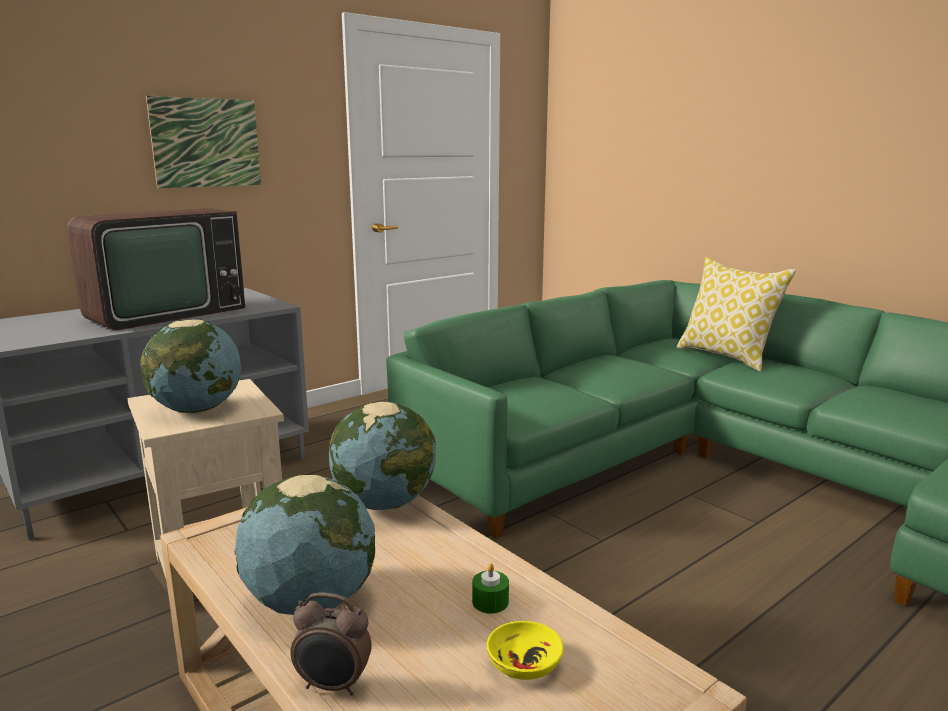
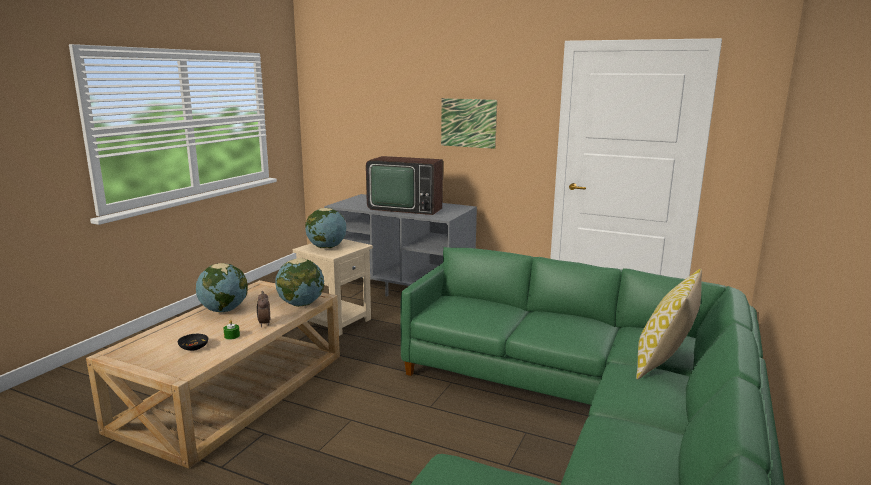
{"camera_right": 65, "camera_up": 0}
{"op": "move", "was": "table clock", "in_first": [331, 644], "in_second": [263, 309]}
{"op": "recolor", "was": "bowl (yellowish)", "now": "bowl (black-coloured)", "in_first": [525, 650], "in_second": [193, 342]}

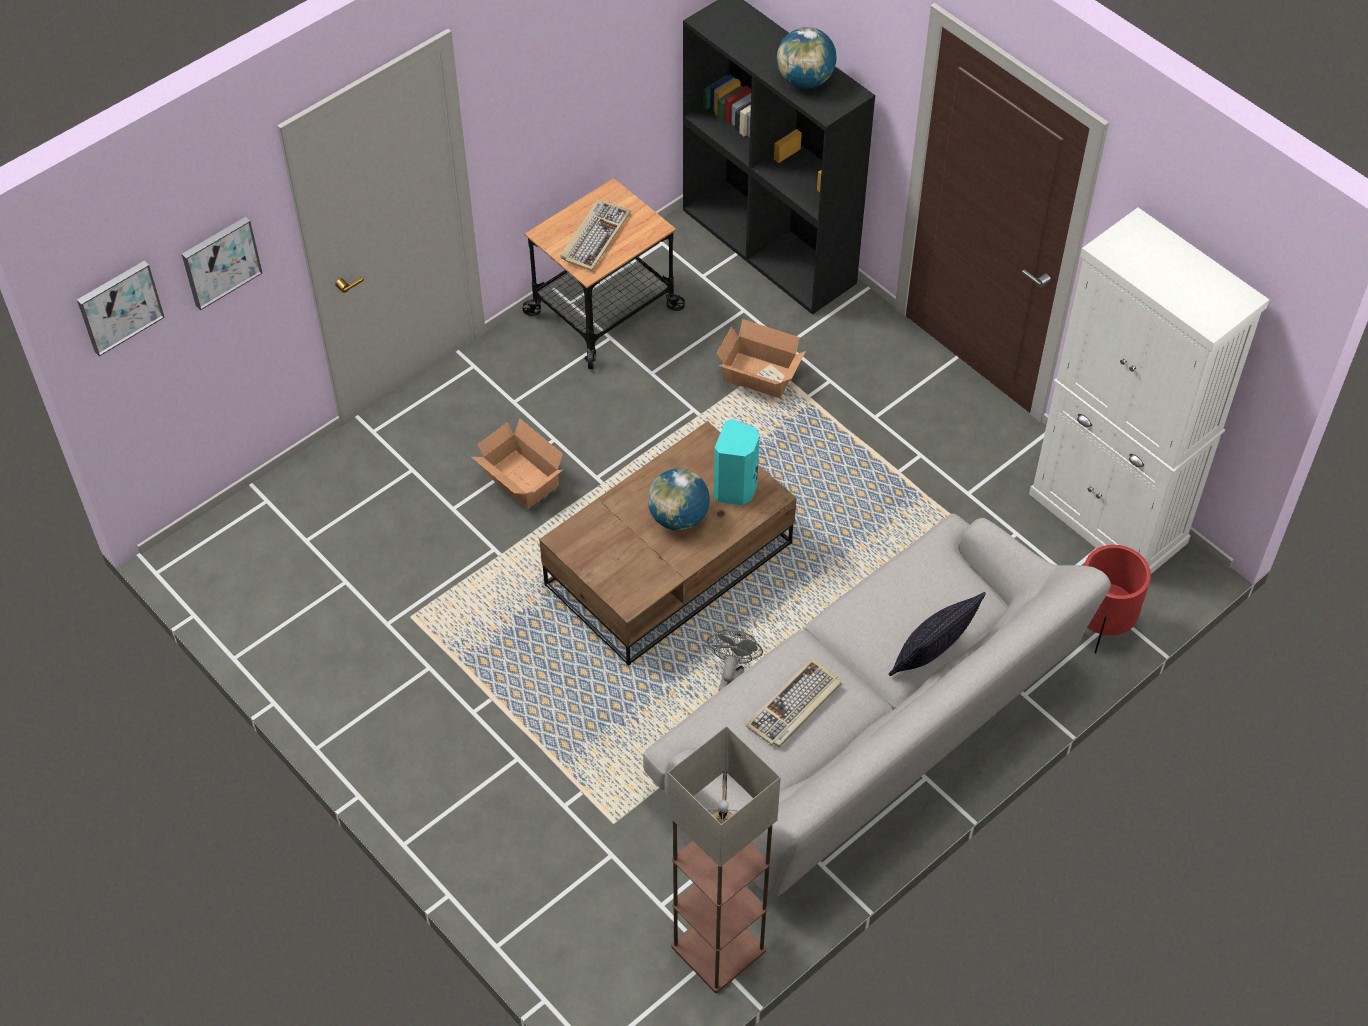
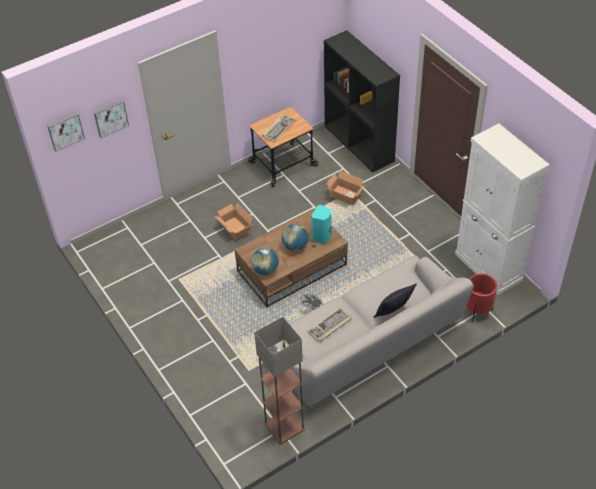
{"camera_right": 10, "camera_up": -5}
{"op": "move", "was": "globe", "in_first": [807, 57], "in_second": [265, 261]}

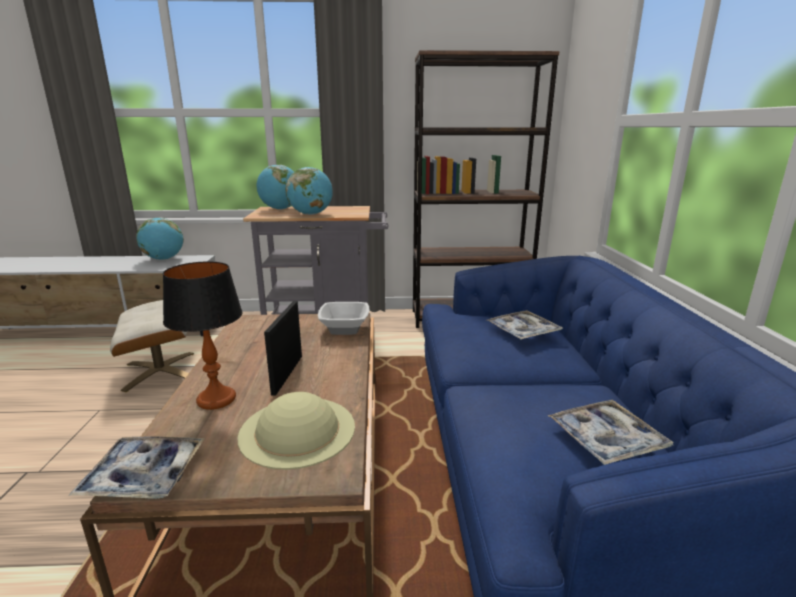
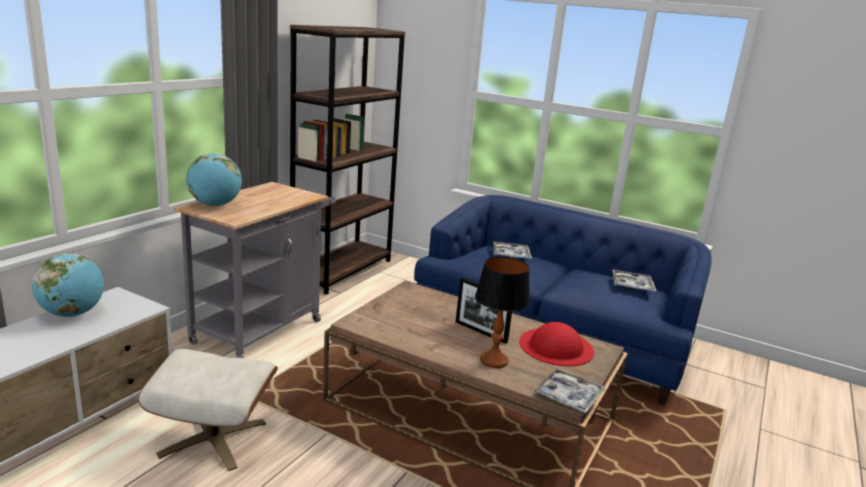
{"camera_right": -60, "camera_up": 0}
{"op": "delete", "was": "globe", "in_first": [309, 191]}
{"op": "delete", "was": "bowl", "in_first": [344, 318]}
{"op": "recolor", "was": "hat (beige)", "now": "hat (reddish)", "in_first": [296, 431], "in_second": [556, 344]}

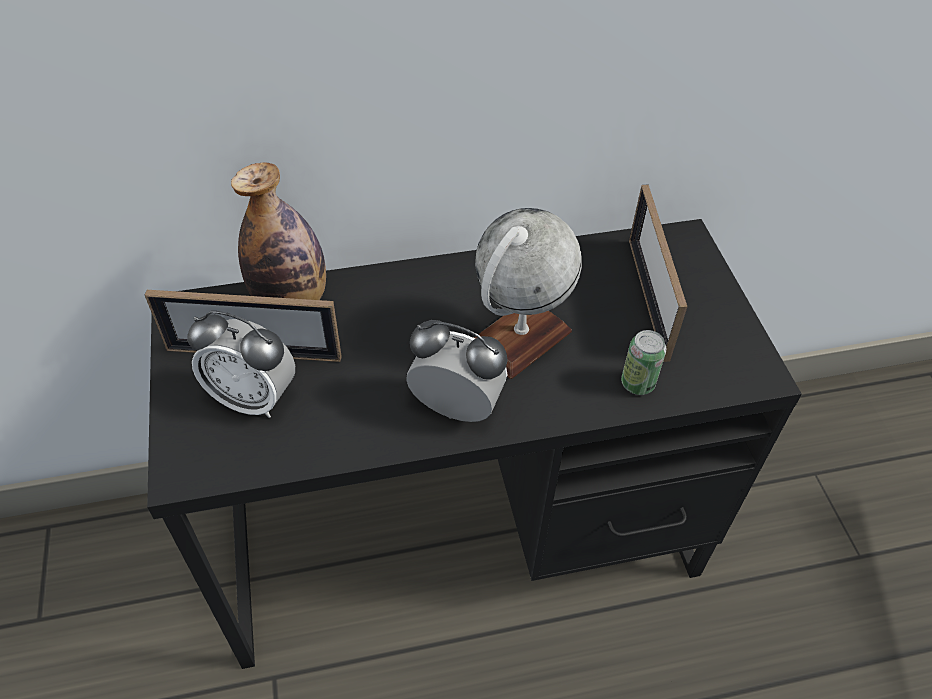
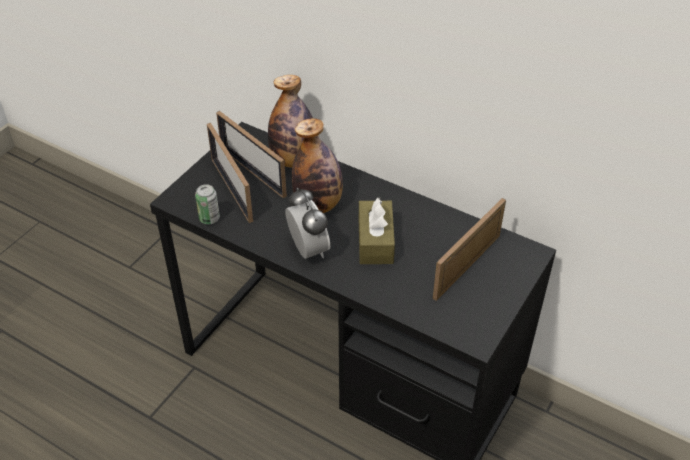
{"camera_right": 45, "camera_up": -5}
{"op": "replace", "was": "globe", "now": "box of tissues (brown-coloured)", "in_first": [528, 293], "in_second": [377, 231]}
{"op": "replace", "was": "table clock", "now": "photo frame", "in_first": [241, 364], "in_second": [230, 173]}
{"op": "move", "was": "metal can", "in_first": [643, 362], "in_second": [207, 204]}
{"op": "insert", "now": "beverage bottle", "in_second": [317, 165]}

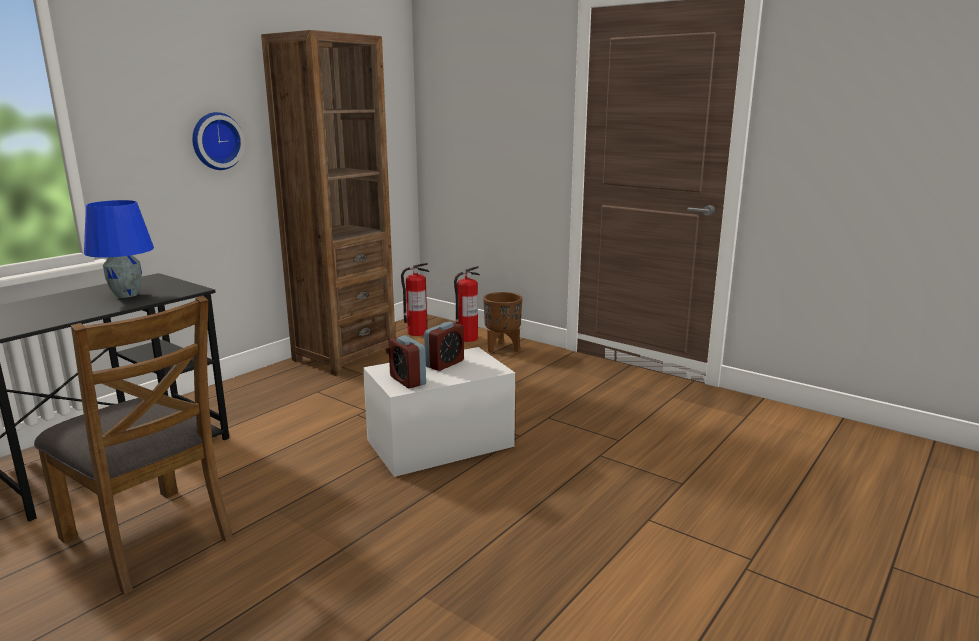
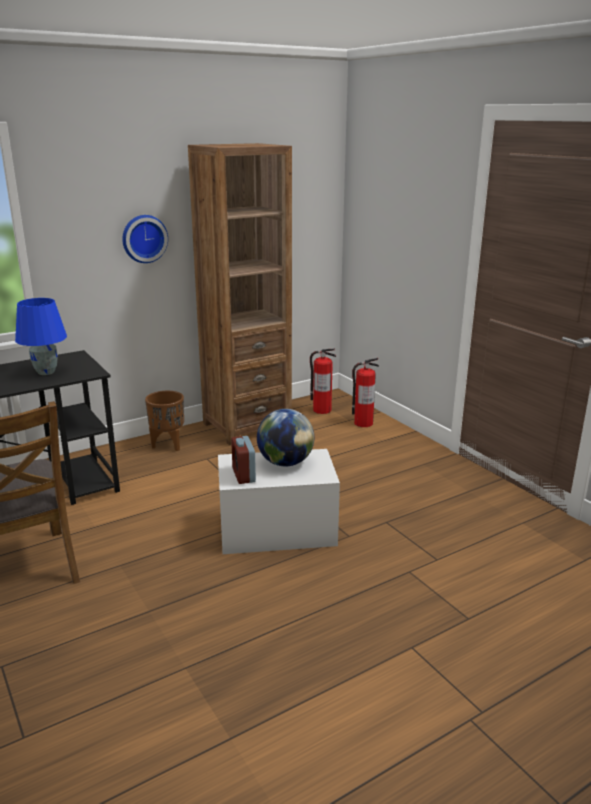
{"camera_right": 20, "camera_up": 5}
{"op": "move", "was": "flower pot (brown-coloured)", "in_first": [502, 322], "in_second": [164, 421]}
{"op": "replace", "was": "table clock", "now": "globe", "in_first": [444, 346], "in_second": [285, 437]}

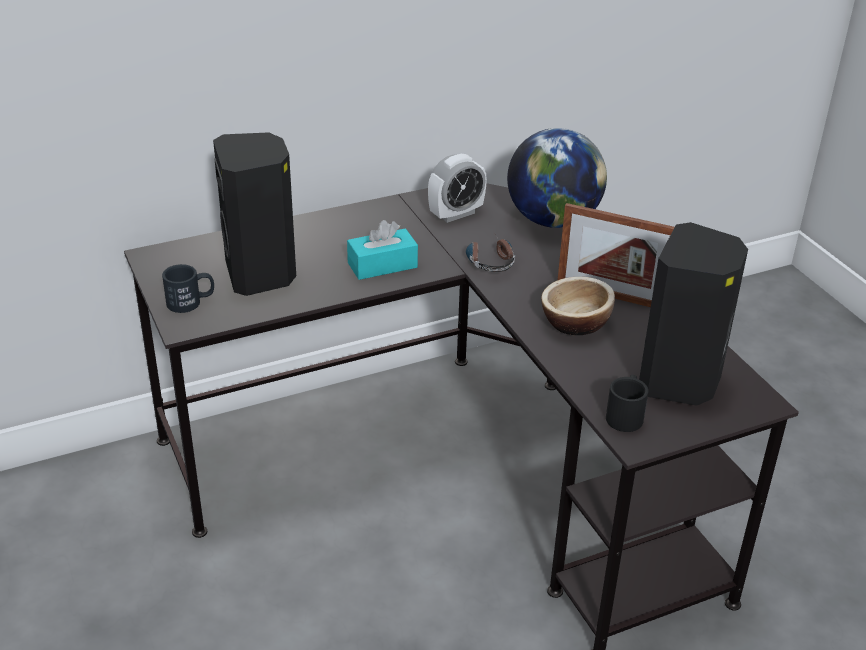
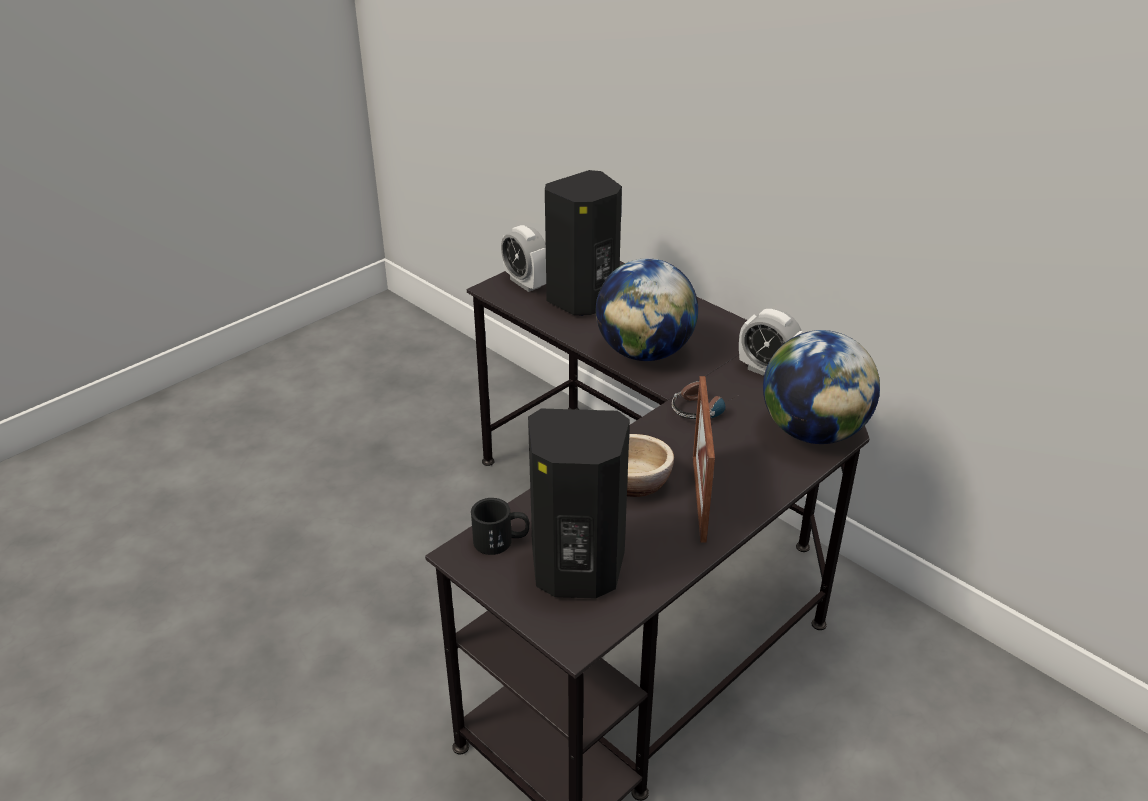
{"camera_right": 70, "camera_up": 0}
{"op": "replace", "was": "box of tissues (blue-green)", "now": "globe", "in_first": [382, 250], "in_second": [647, 309]}
{"op": "replace", "was": "tea mug (black-coloured)", "now": "table clock", "in_first": [188, 288], "in_second": [523, 258]}

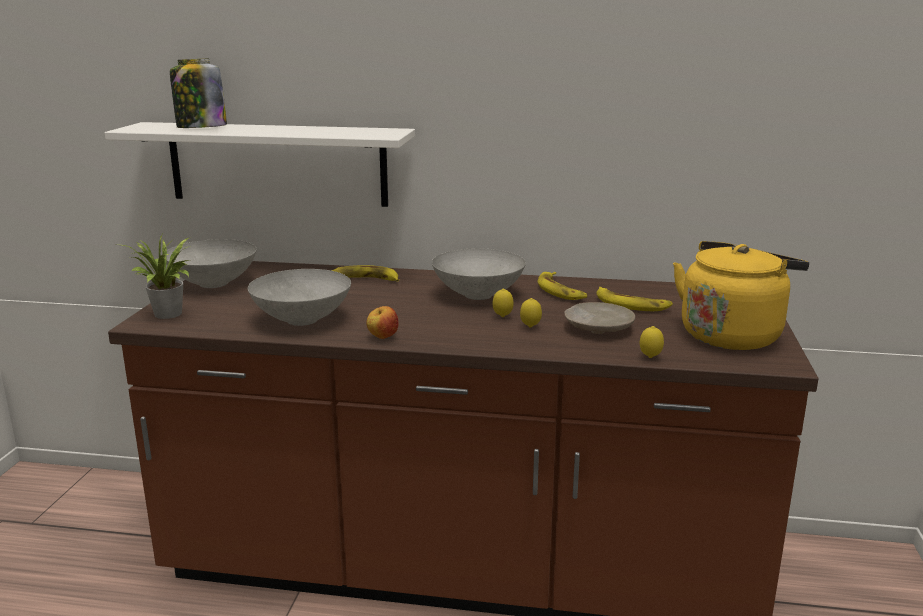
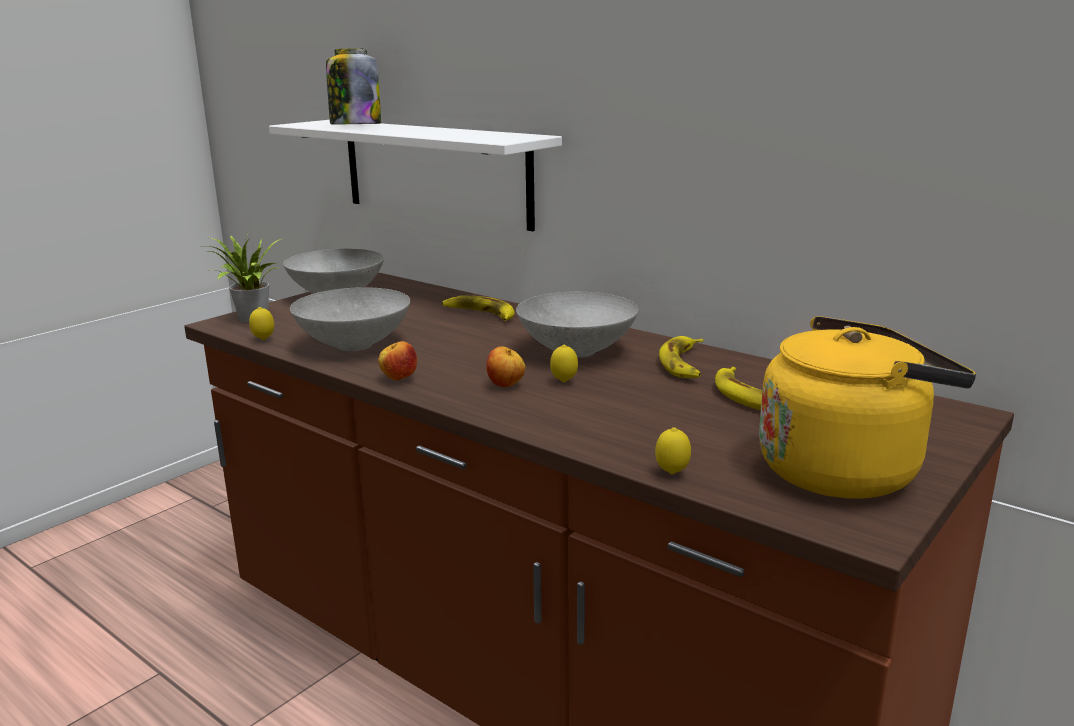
{"camera_right": 30, "camera_up": 0}
{"op": "move", "was": "lemon", "in_first": [531, 313], "in_second": [261, 323]}
{"op": "delete", "was": "flat dish (beige)", "in_first": [600, 318]}
{"op": "insert", "now": "whole apple", "in_second": [505, 366]}

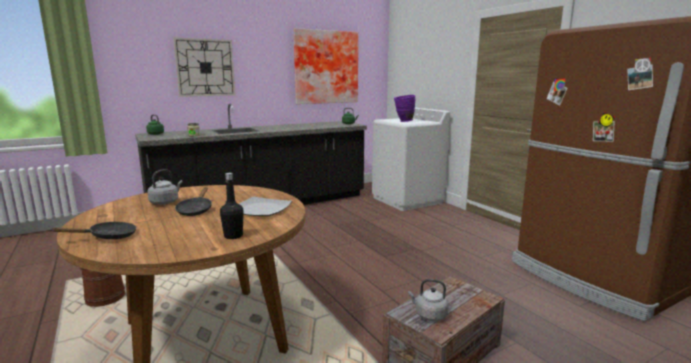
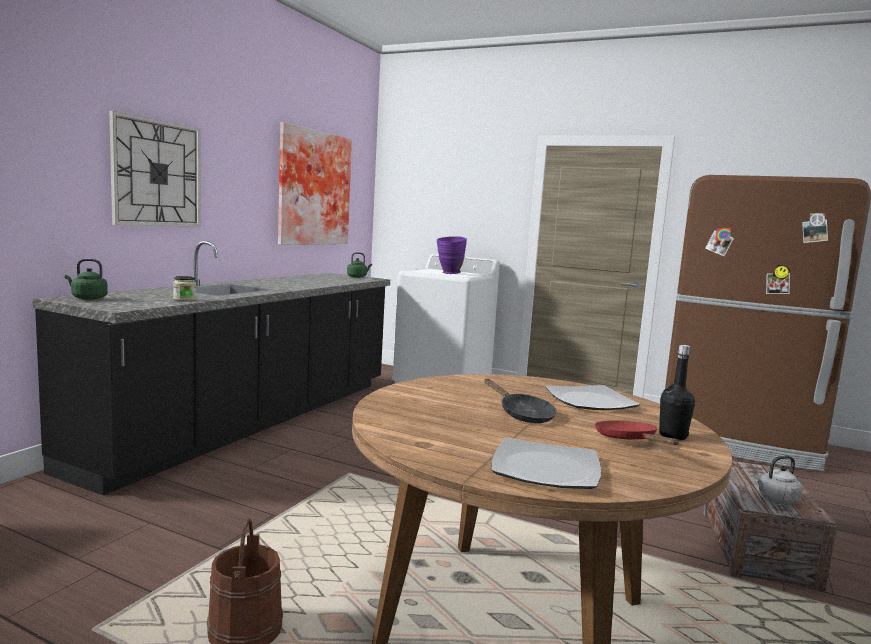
{"camera_right": -35, "camera_up": -5}
{"op": "delete", "was": "kettle (grey)", "in_first": [165, 187]}
{"op": "replace", "was": "pan (black-coloured)", "now": "flat dish", "in_first": [94, 230], "in_second": [546, 463]}
{"op": "insert", "now": "pan (reddish)", "in_second": [637, 432]}

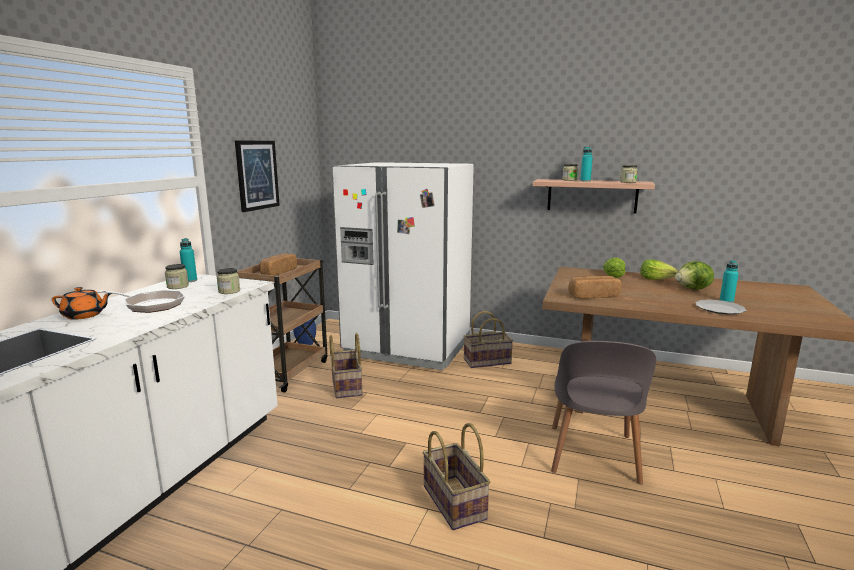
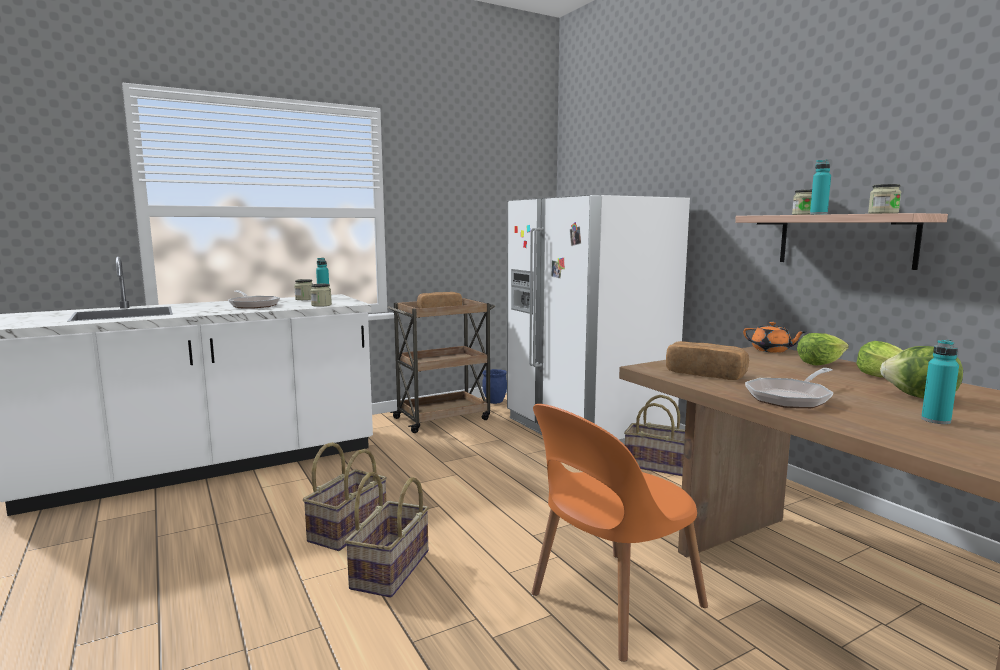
{"camera_right": 40, "camera_up": -5}
{"op": "delete", "was": "wall picture", "in_first": [257, 176]}
{"op": "move", "was": "teapot (orange-coloured)", "in_first": [82, 303], "in_second": [775, 337]}
{"op": "delete", "was": "flat dish", "in_first": [720, 307]}
{"op": "move", "was": "basket", "in_first": [345, 365], "in_second": [345, 496]}
{"op": "recolor", "was": "plain chair (grey)", "now": "plain chair (orange-coloured)", "in_first": [603, 412], "in_second": [620, 533]}
{"op": "insert", "now": "pan", "in_second": [789, 388]}

